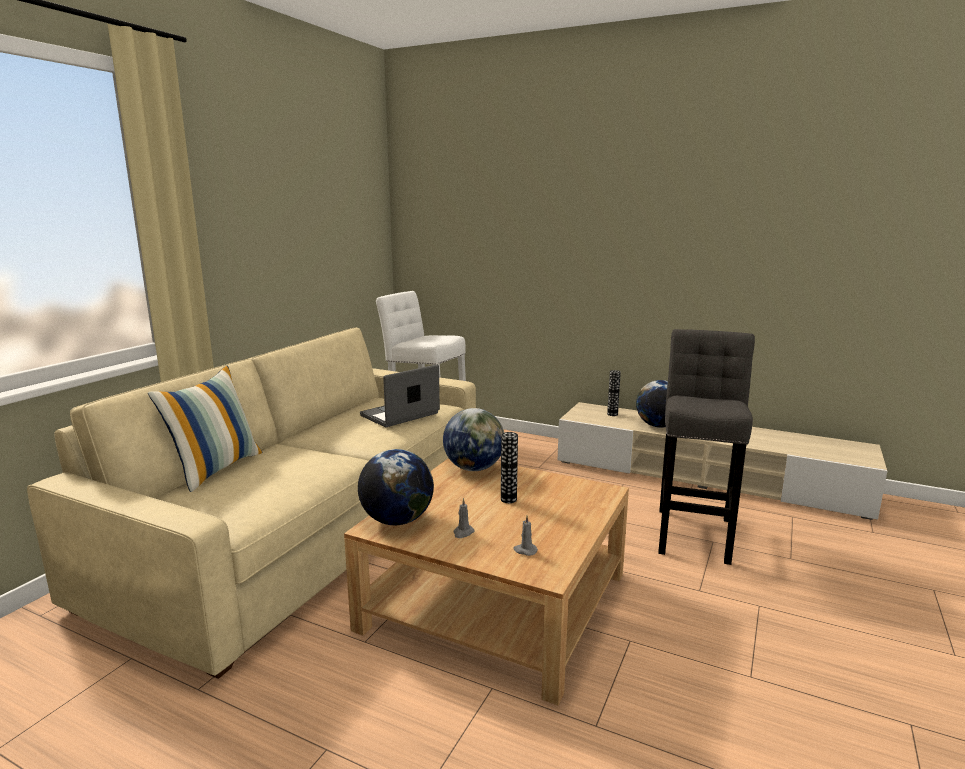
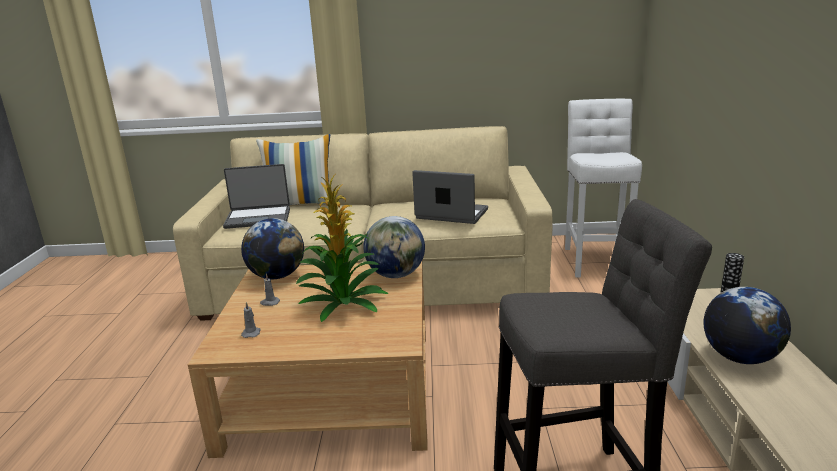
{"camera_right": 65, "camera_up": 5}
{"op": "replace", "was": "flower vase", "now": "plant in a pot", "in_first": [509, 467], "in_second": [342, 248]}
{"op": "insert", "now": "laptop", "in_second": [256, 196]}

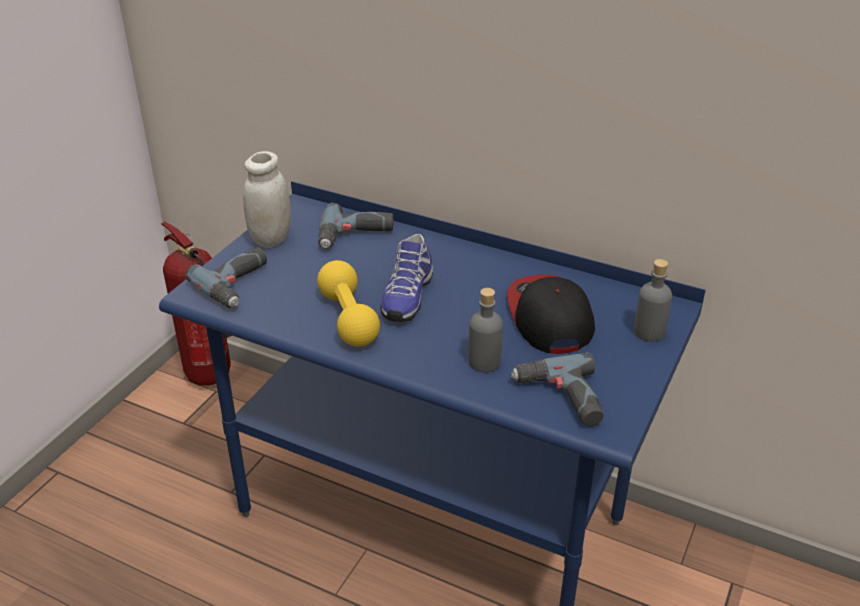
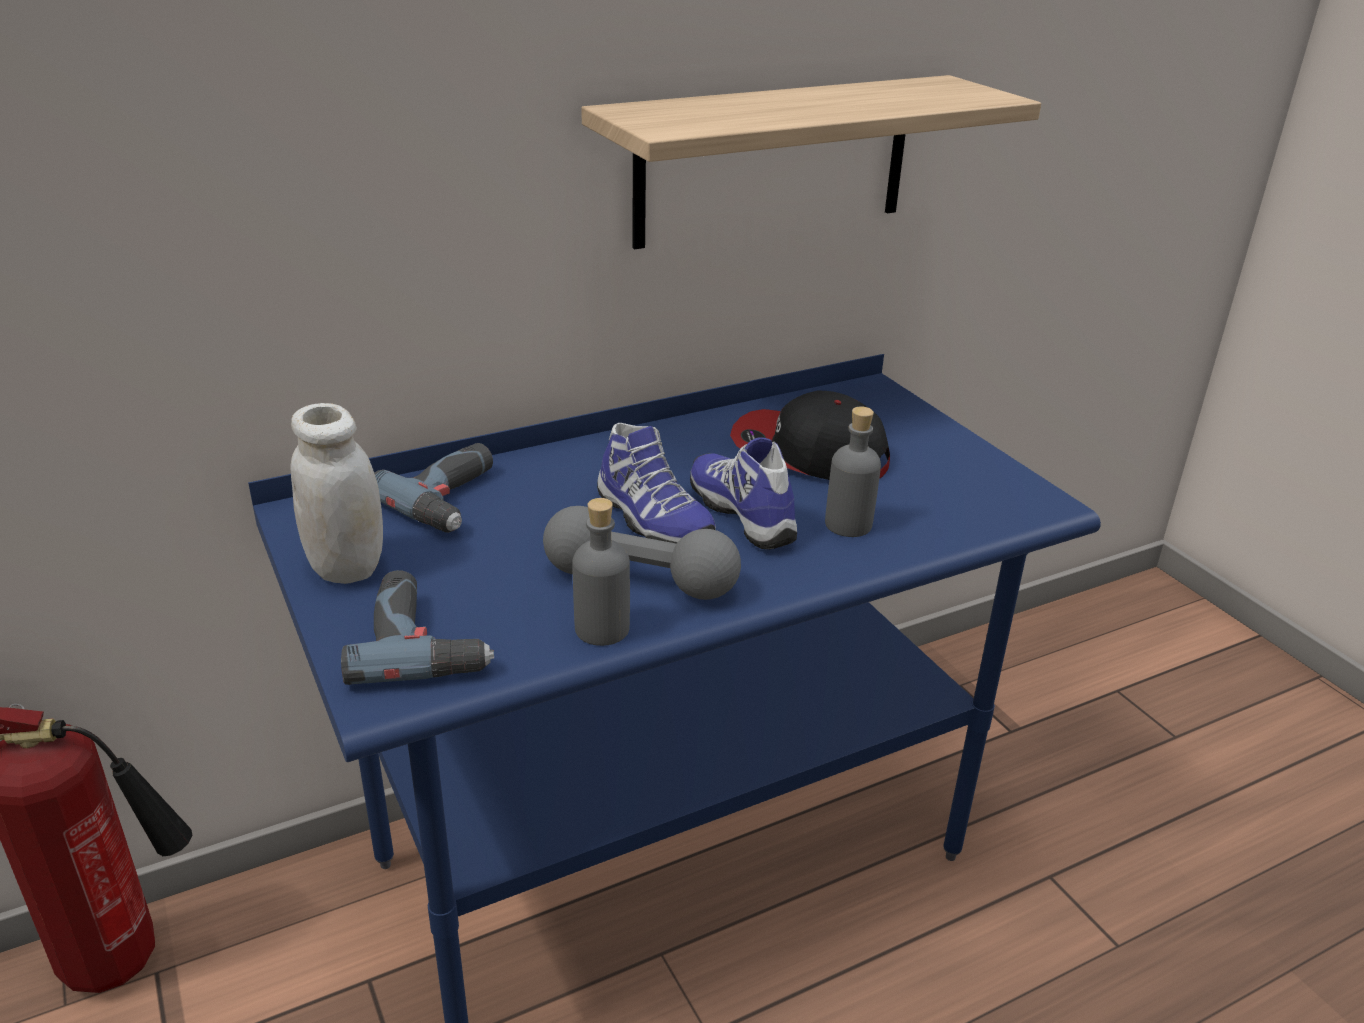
{"camera_right": -55, "camera_up": -5}
{"op": "move", "was": "beverage bottle (grey)", "in_first": [653, 300], "in_second": [601, 572]}
{"op": "recolor", "was": "dumbbell (yellowish)", "now": "dumbbell (grey)", "in_first": [348, 303], "in_second": [642, 553]}
{"op": "delete", "was": "electric drill", "in_first": [557, 389]}
{"op": "insert", "now": "bracket shelf", "in_second": [811, 162]}
{"op": "insert", "now": "low shoe", "in_second": [743, 493]}

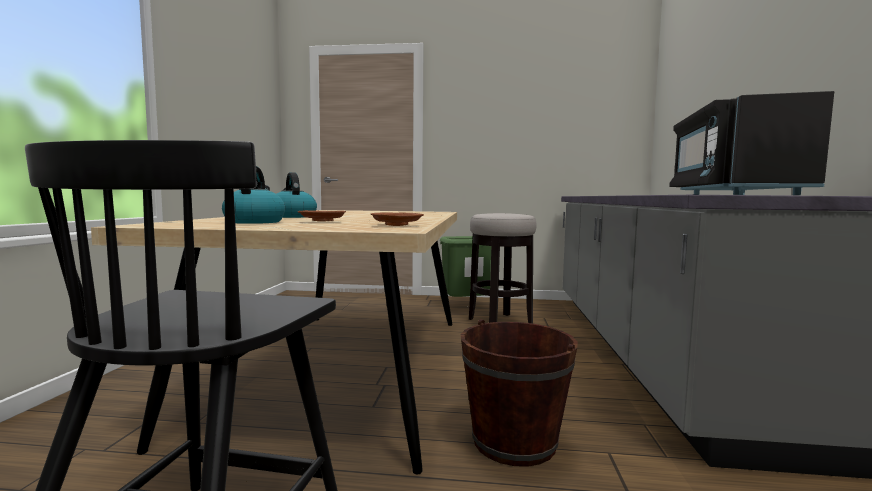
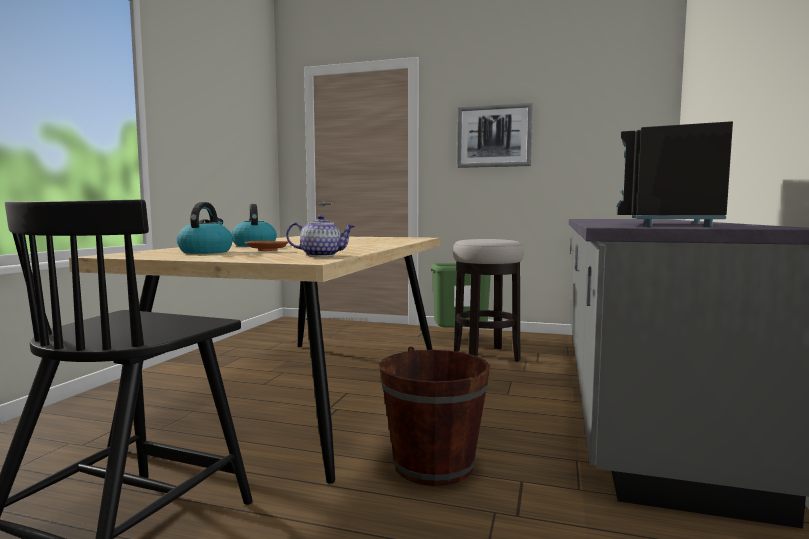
{"camera_right": 10, "camera_up": 0}
{"op": "replace", "was": "flat dish (brown-coloured)", "now": "teapot", "in_first": [397, 219], "in_second": [320, 236]}
{"op": "insert", "now": "wall picture", "in_second": [495, 135]}

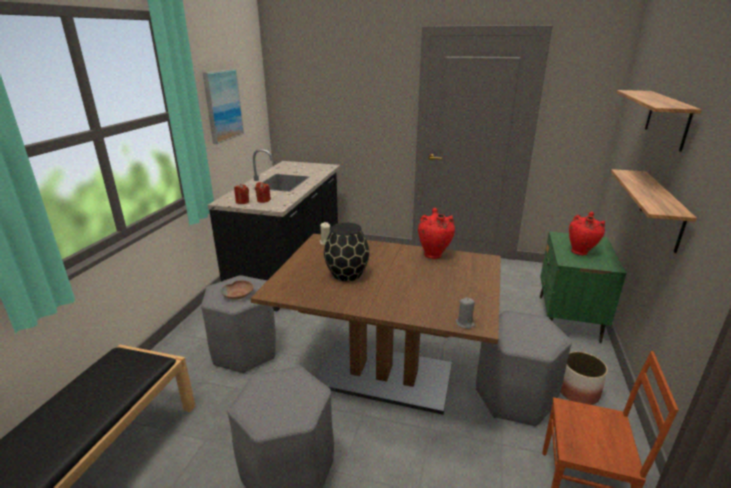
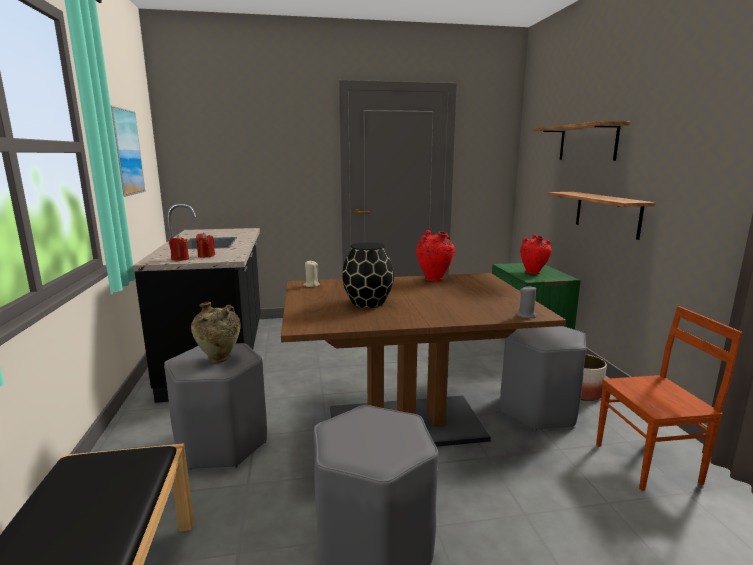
{"camera_right": -25, "camera_up": -10}
{"op": "replace", "was": "bowl (brown-coloured)", "now": "flower vase (beige)", "in_first": [237, 290], "in_second": [216, 332]}

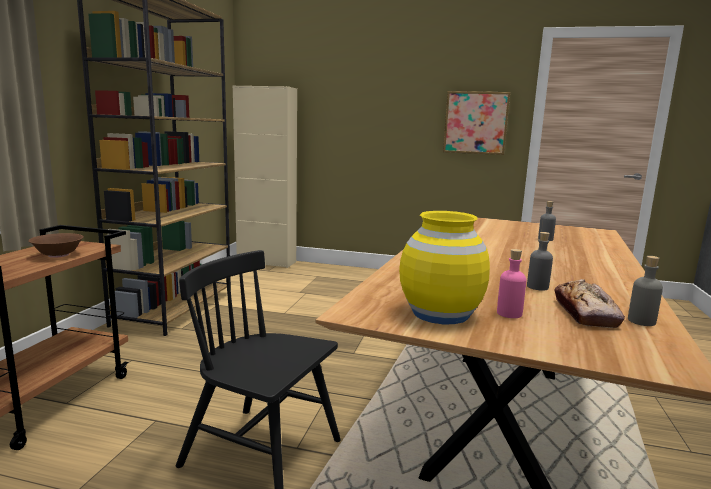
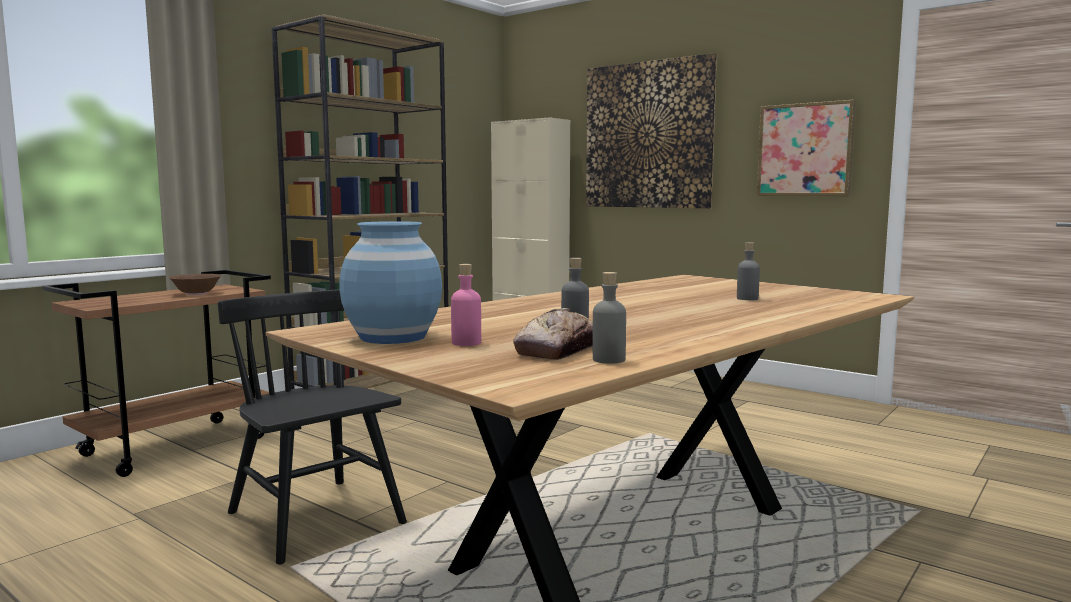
{"camera_right": 25, "camera_up": -5}
{"op": "recolor", "was": "flower vase (yellowish)", "now": "flower vase (bluish)", "in_first": [444, 267], "in_second": [390, 282]}
{"op": "insert", "now": "wall picture", "in_second": [651, 130]}

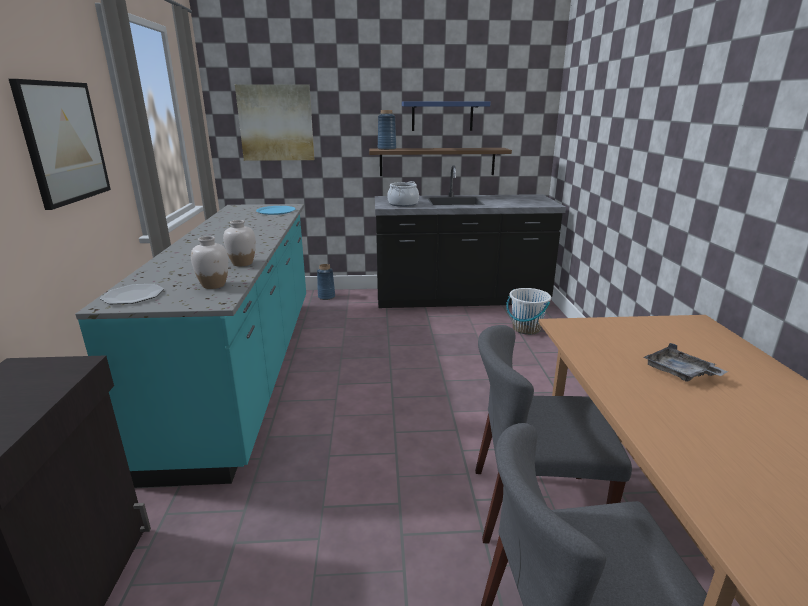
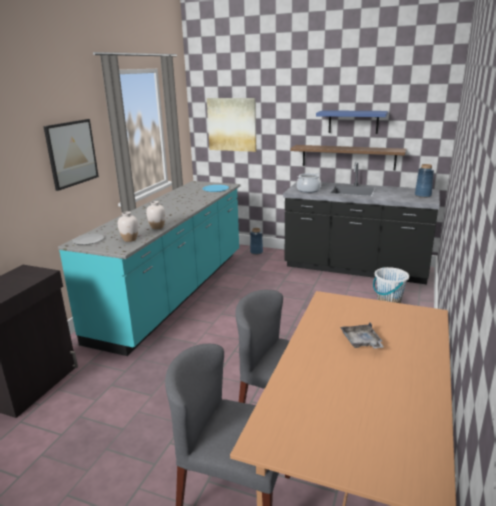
{"camera_right": 25, "camera_up": 0}
{"op": "move", "was": "flower vase (bluish)", "in_first": [387, 130], "in_second": [424, 181]}

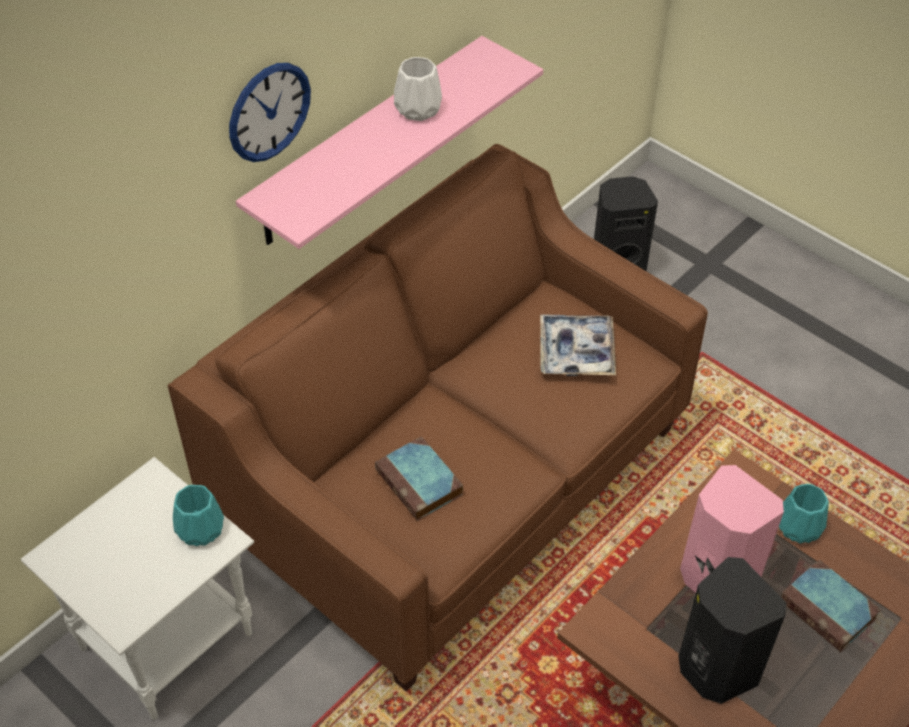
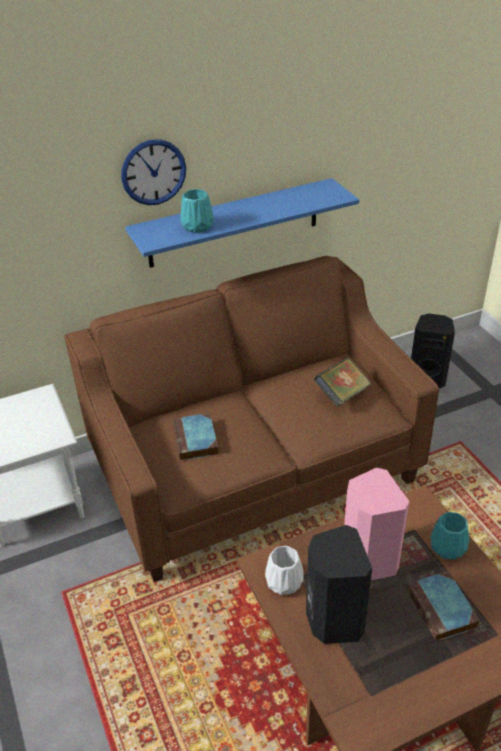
{"camera_right": 25, "camera_up": -10}
{"op": "recolor", "was": "bracket shelf (pink)", "now": "bracket shelf (bluish)", "in_first": [389, 142], "in_second": [242, 223]}
{"op": "move", "was": "flower vase (whitish)", "in_first": [418, 89], "in_second": [284, 570]}
{"op": "replace", "was": "serving tray", "now": "volume", "in_first": [578, 345], "in_second": [342, 382]}
{"op": "move", "was": "flower vase (blue-green)", "in_first": [198, 515], "in_second": [197, 211]}

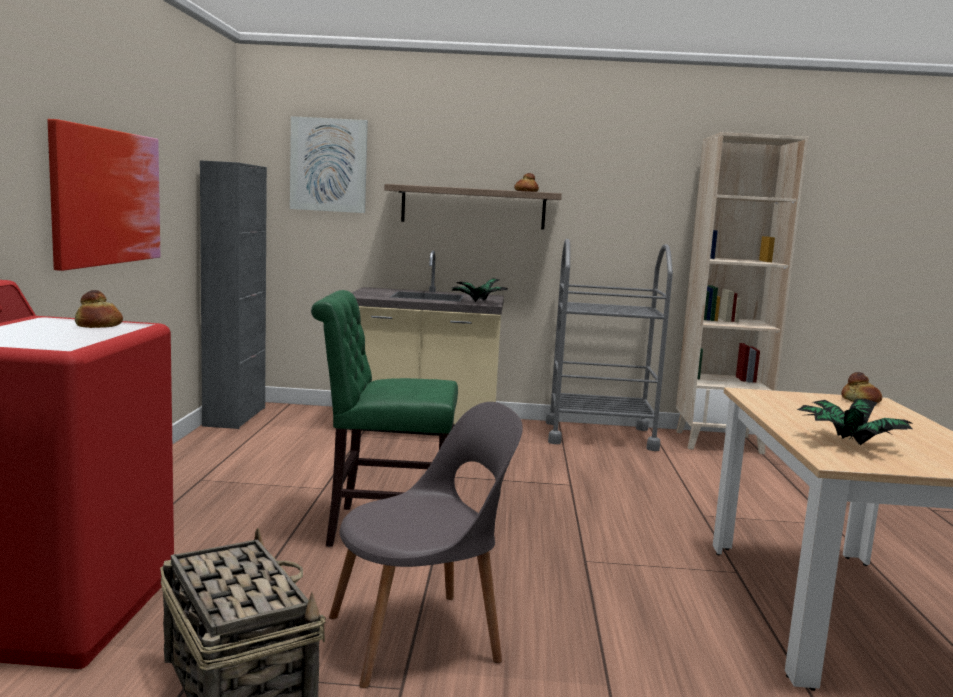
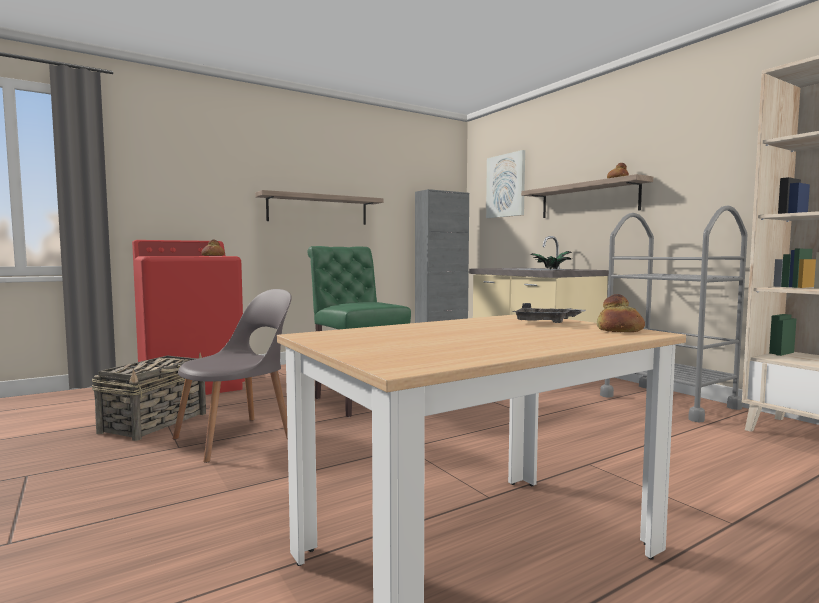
{"camera_right": 55, "camera_up": -5}
{"op": "replace", "was": "wall picture", "now": "bracket shelf", "in_first": [104, 195], "in_second": [319, 207]}
{"op": "delete", "was": "plant in a pot", "in_first": [855, 422]}
{"op": "rotate", "was": "plain chair (grey)", "in_first": [426, 545], "in_second": [232, 376], "clockwise": -75}
{"op": "insert", "now": "serving tray (grey)", "in_second": [549, 313]}

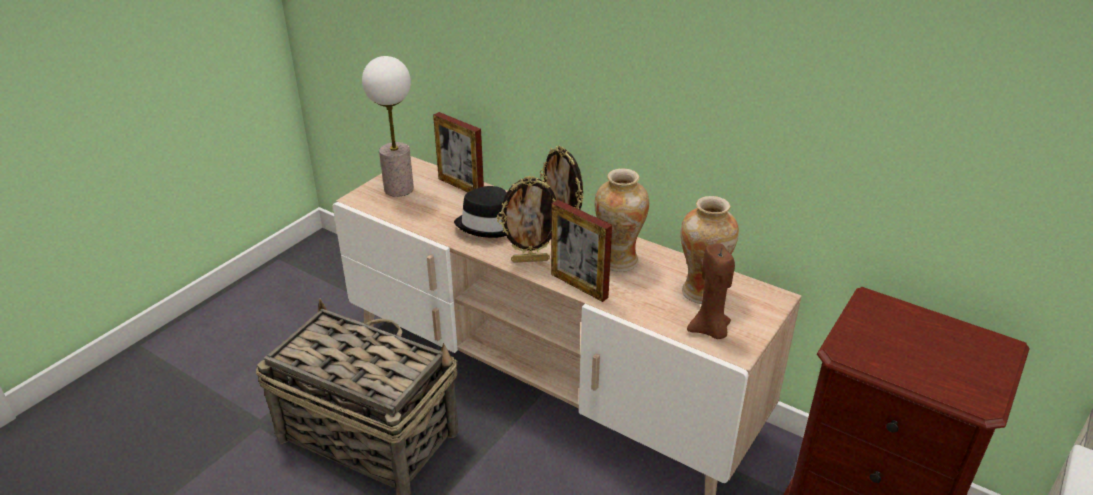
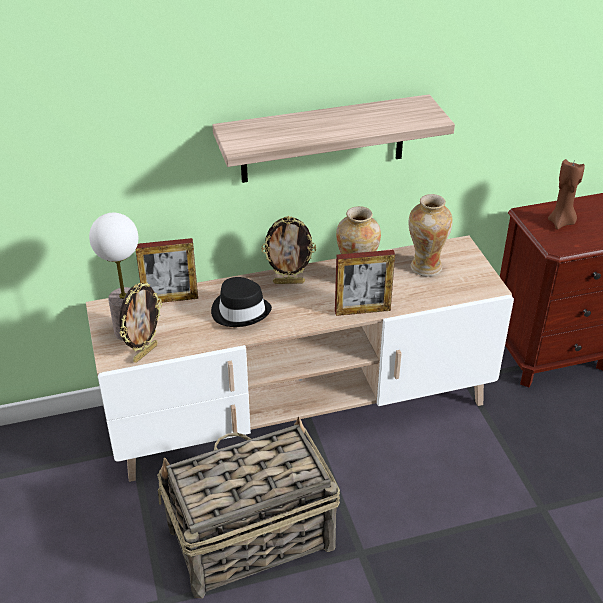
{"camera_right": -50, "camera_up": 5}
{"op": "move", "was": "photo frame", "in_first": [527, 219], "in_second": [140, 322]}
{"op": "move", "was": "candle (brown-coloured)", "in_first": [711, 291], "in_second": [566, 194]}
{"op": "insert", "now": "bracket shelf", "in_second": [333, 139]}

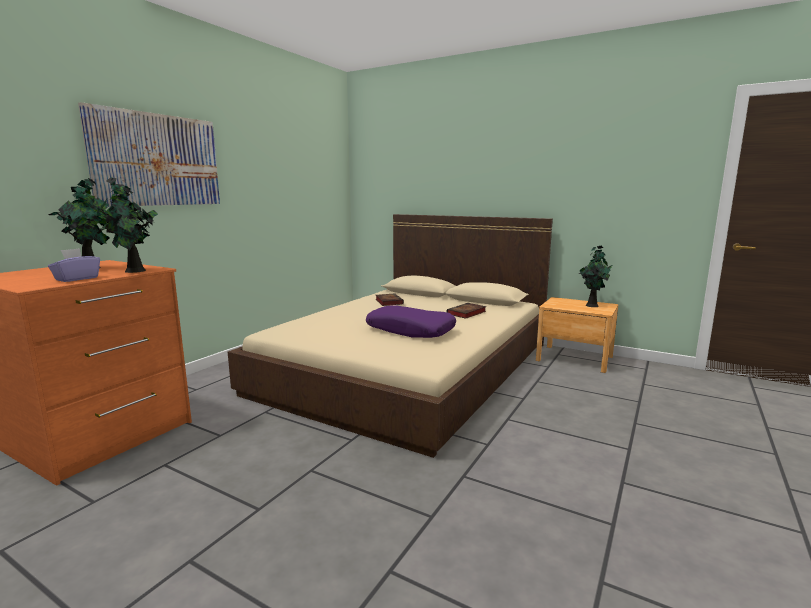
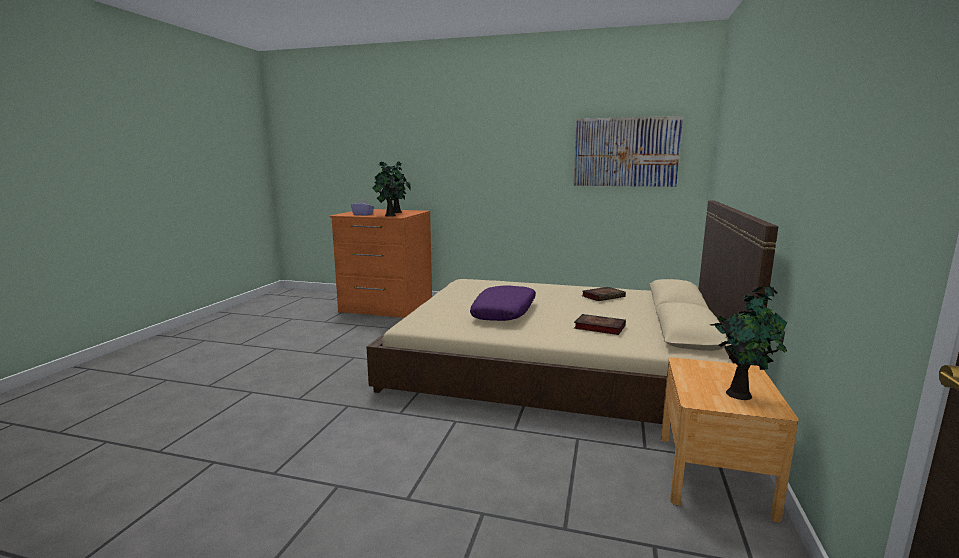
{"camera_right": 75, "camera_up": 0}
{"op": "move", "was": "wall picture", "in_first": [149, 154], "in_second": [628, 151]}

